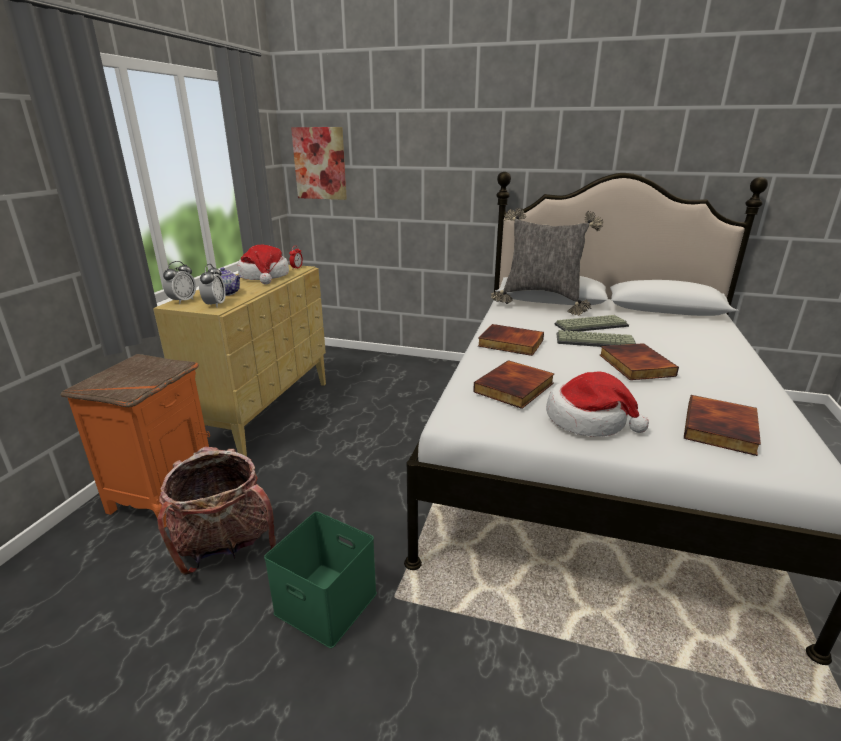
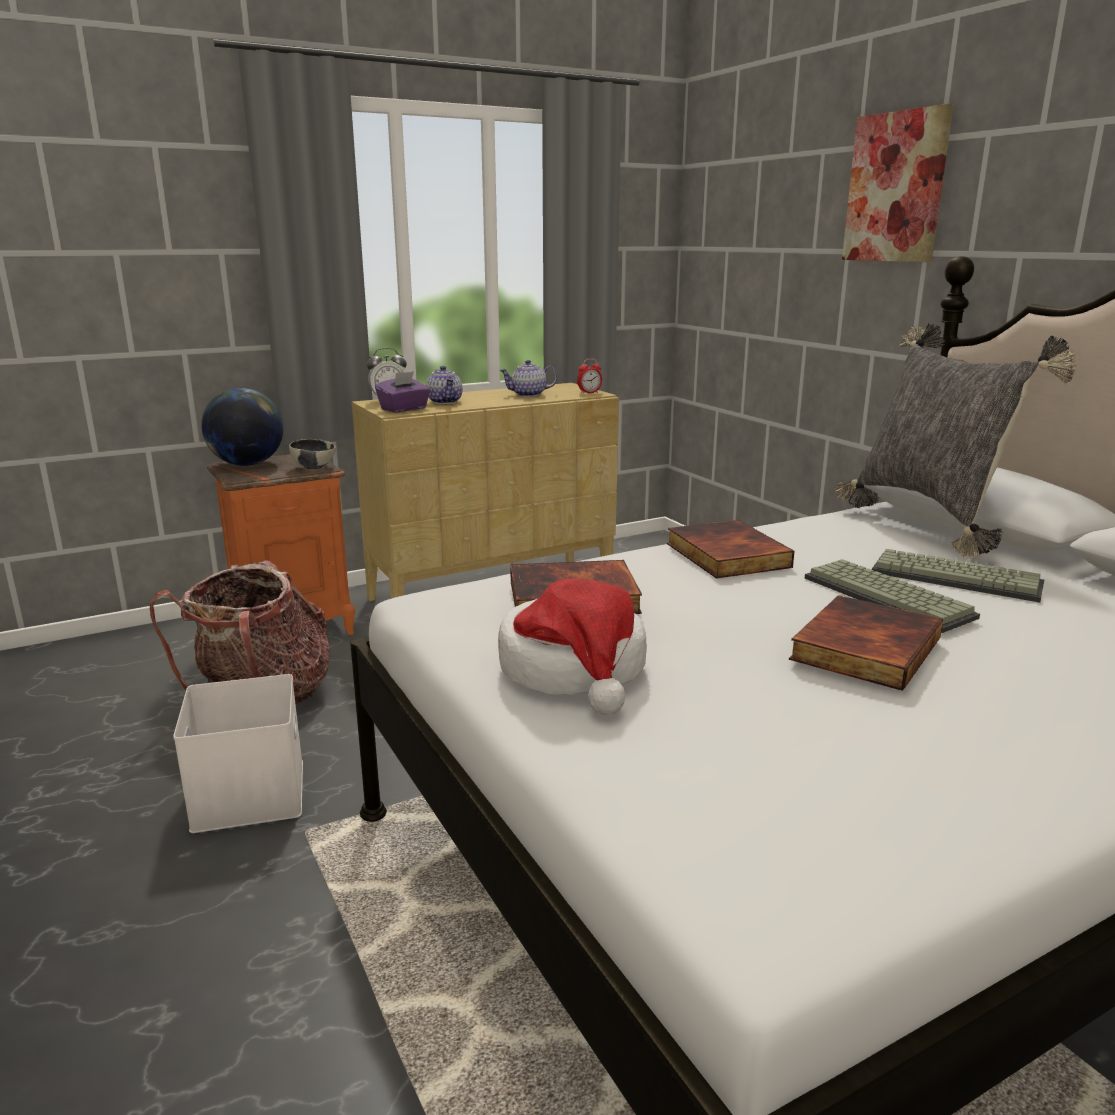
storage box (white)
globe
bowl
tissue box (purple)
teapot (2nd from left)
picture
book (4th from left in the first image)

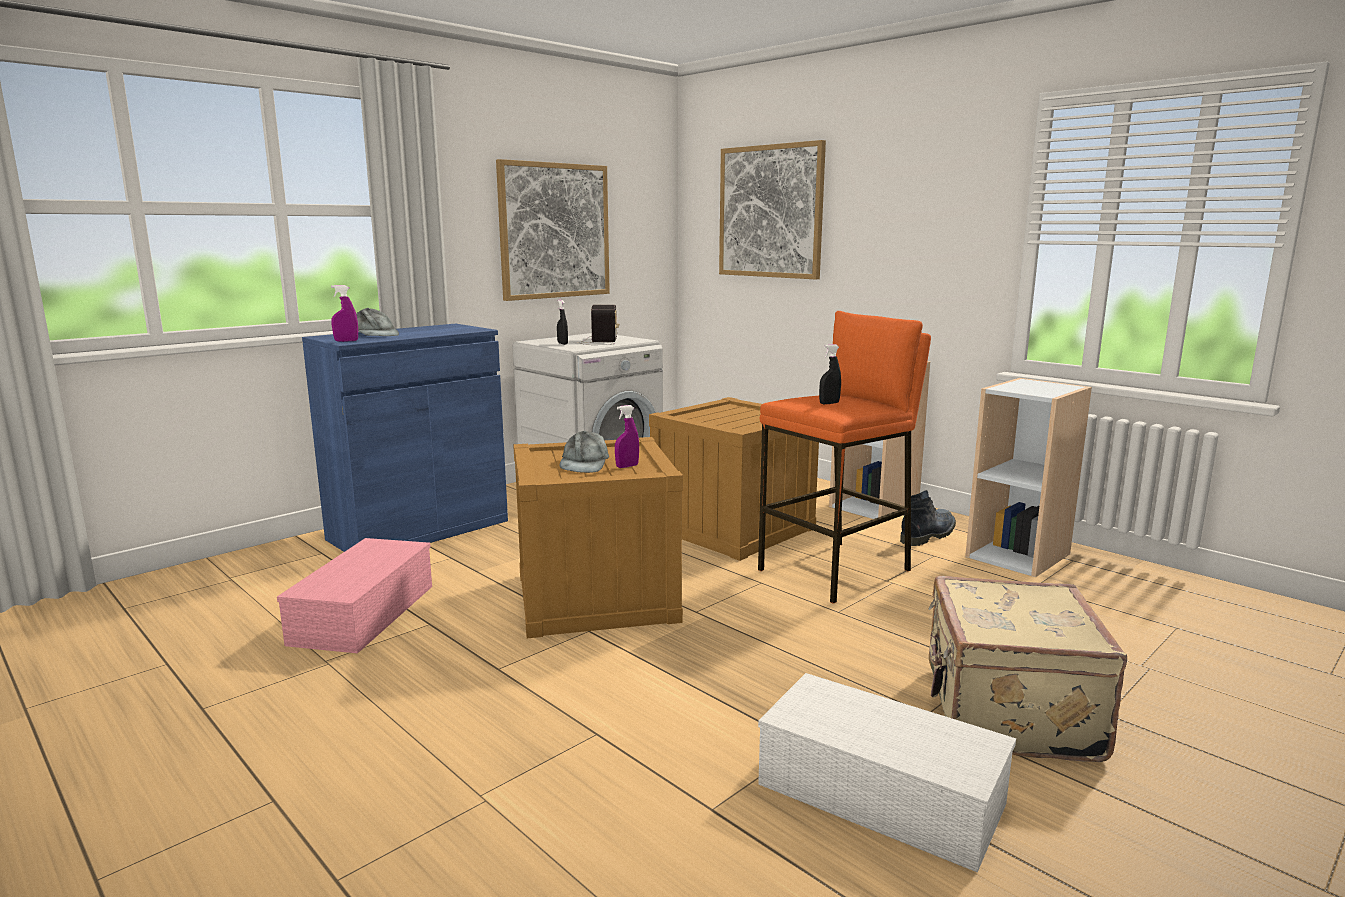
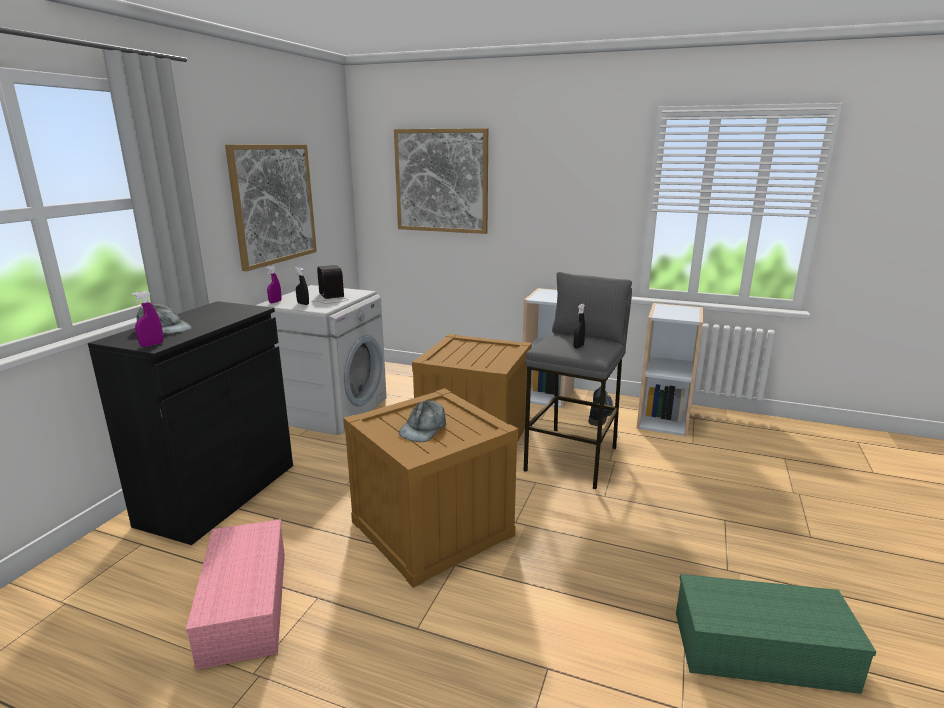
cabinet (black)
spray bottle (purple) (2nd from left)
cap (grey) (2nd from left)
stool (grey)
storage box (green)
suitcase (beige)

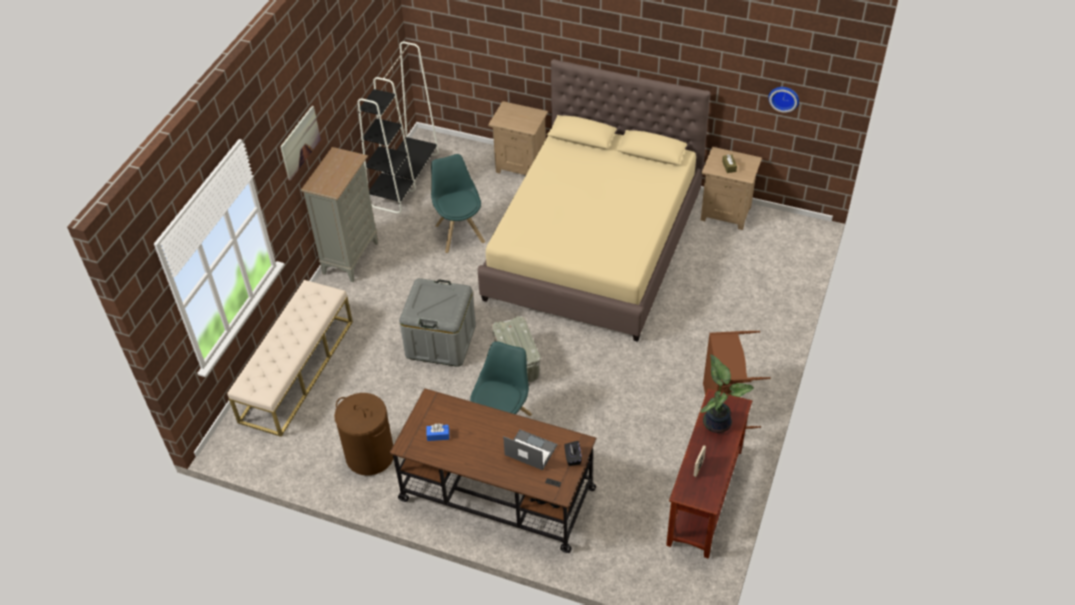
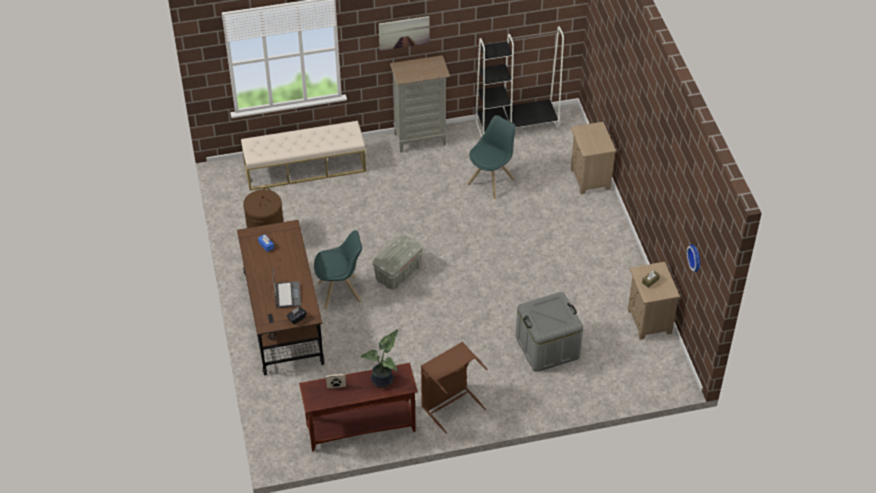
storage box (grey) (2nd from left)
bed (beige)

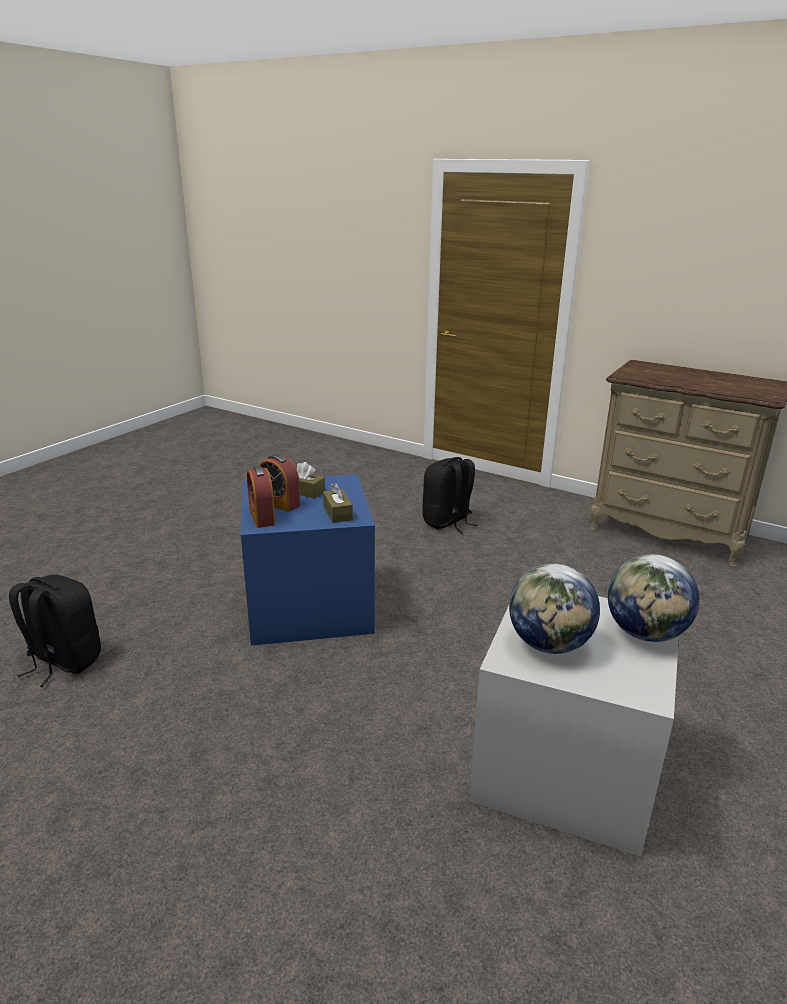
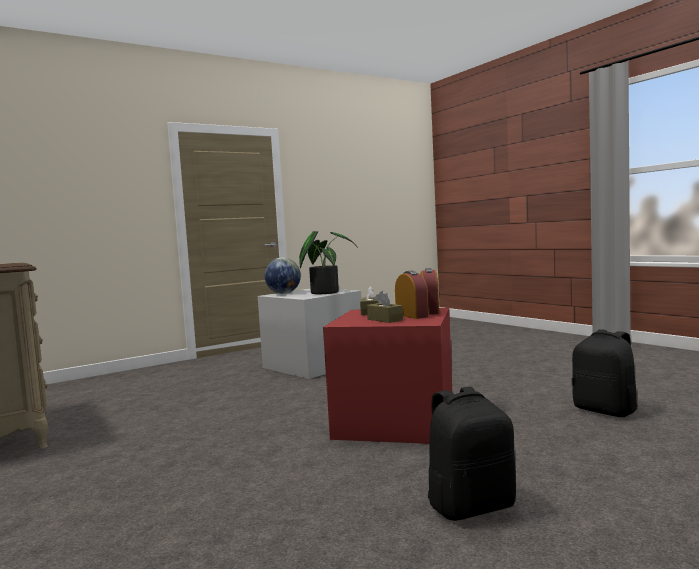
potted plant
storage box (red)
backpack (black) (1st from left)

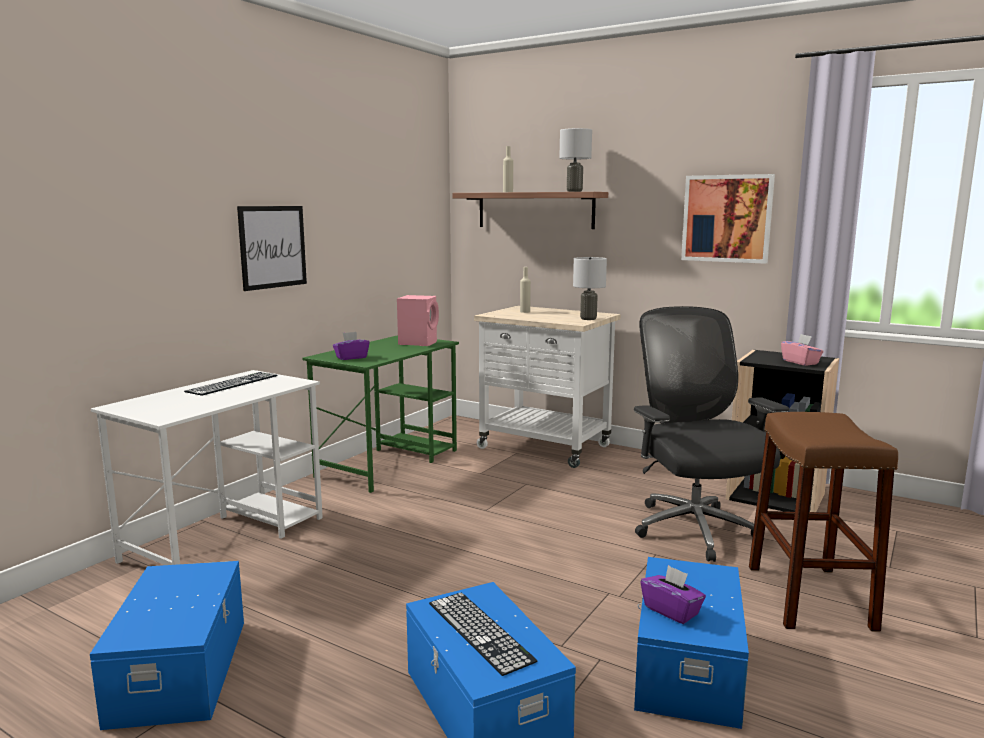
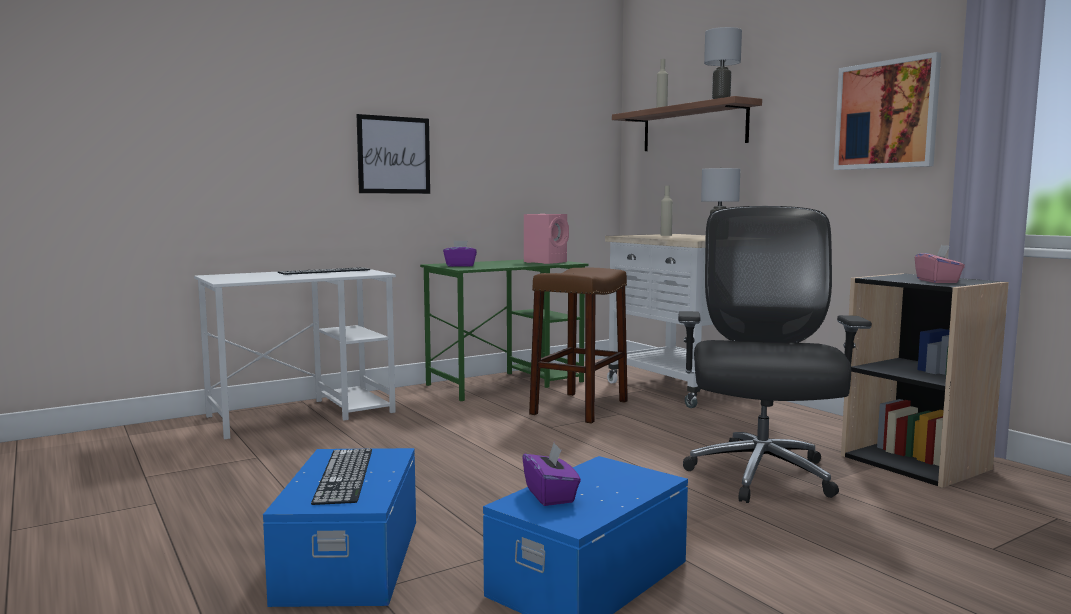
stool (brown)
storage box (blue) (1st from left in the first image)

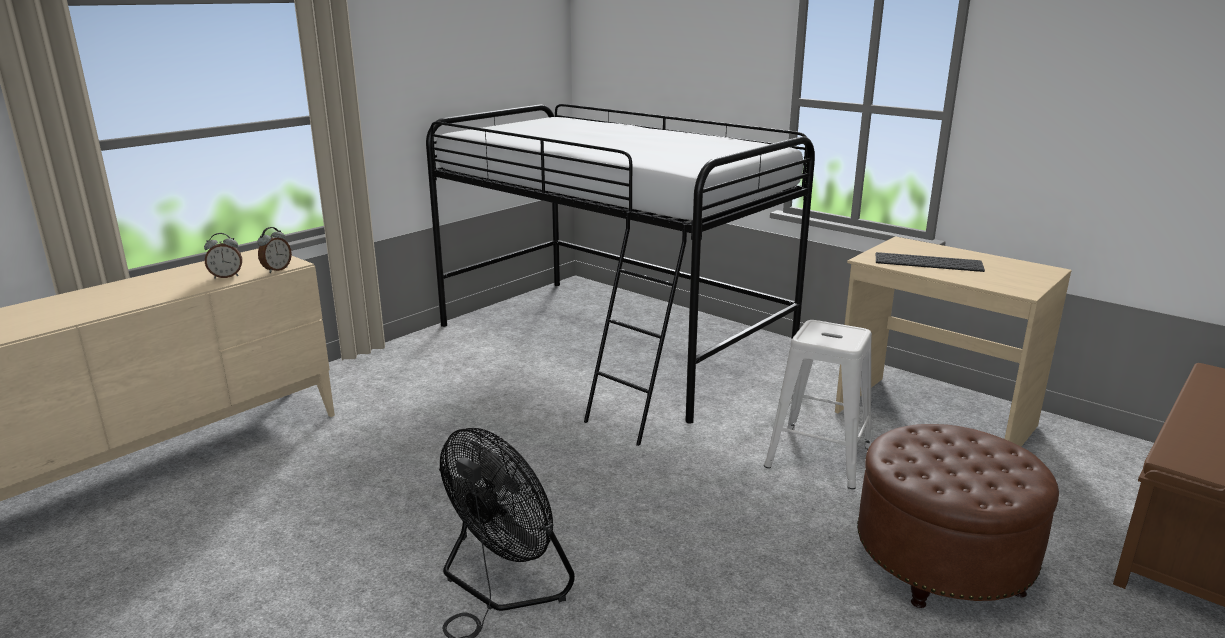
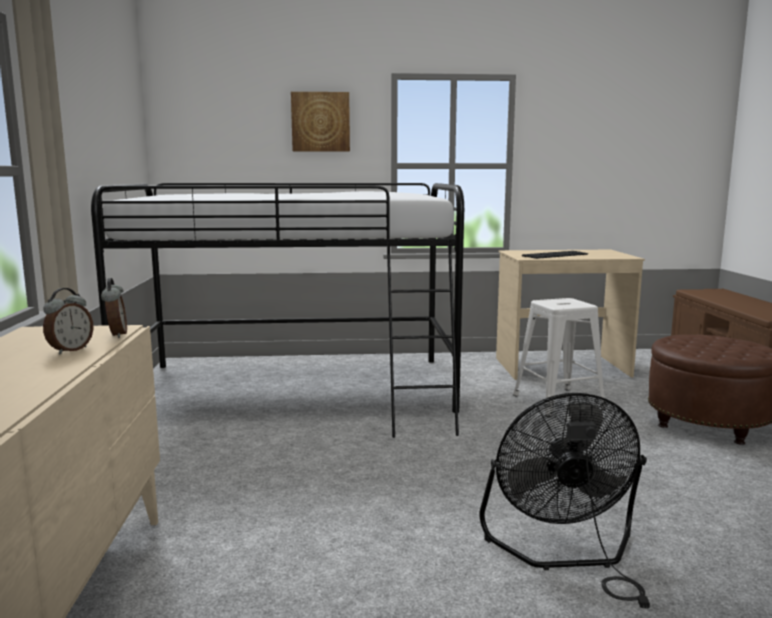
picture

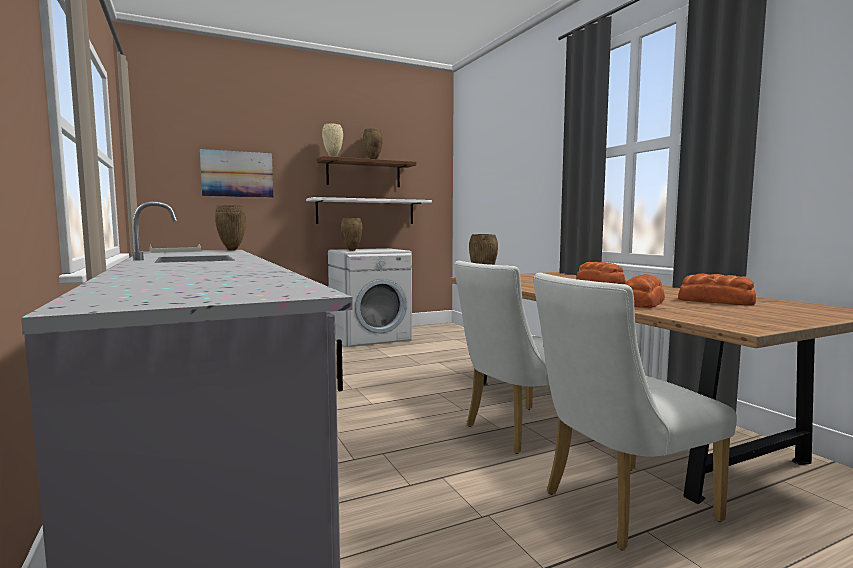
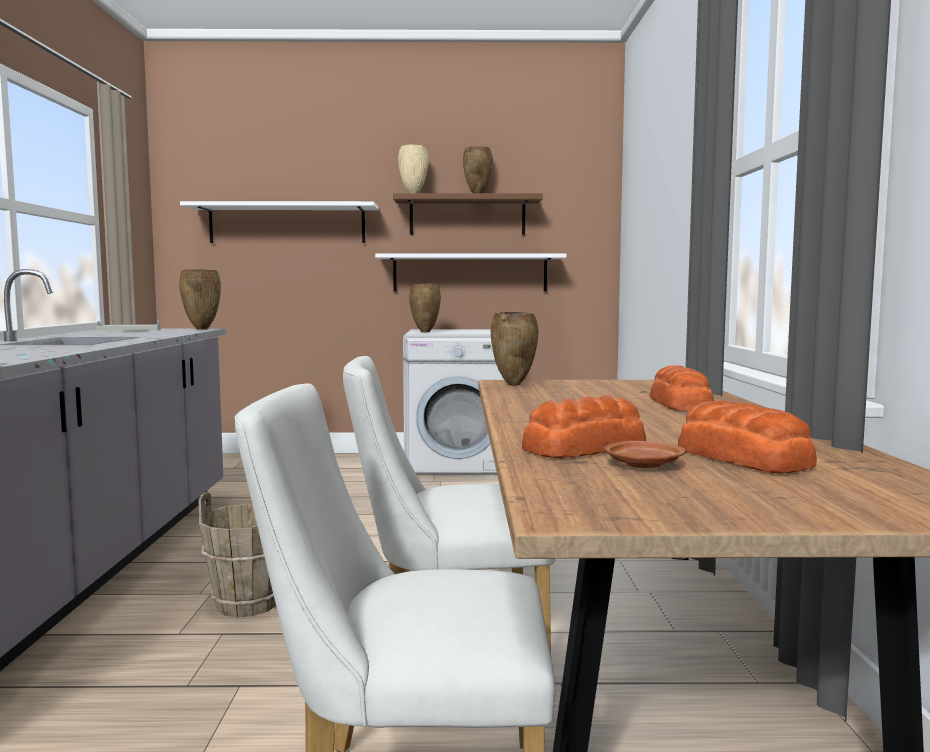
shelf (white) (1st from left)
bucket (brown)
plate (brown)

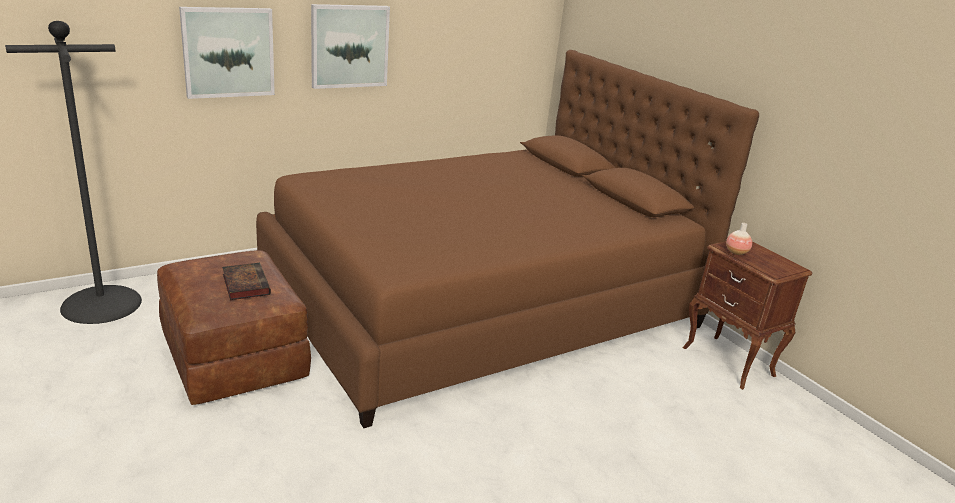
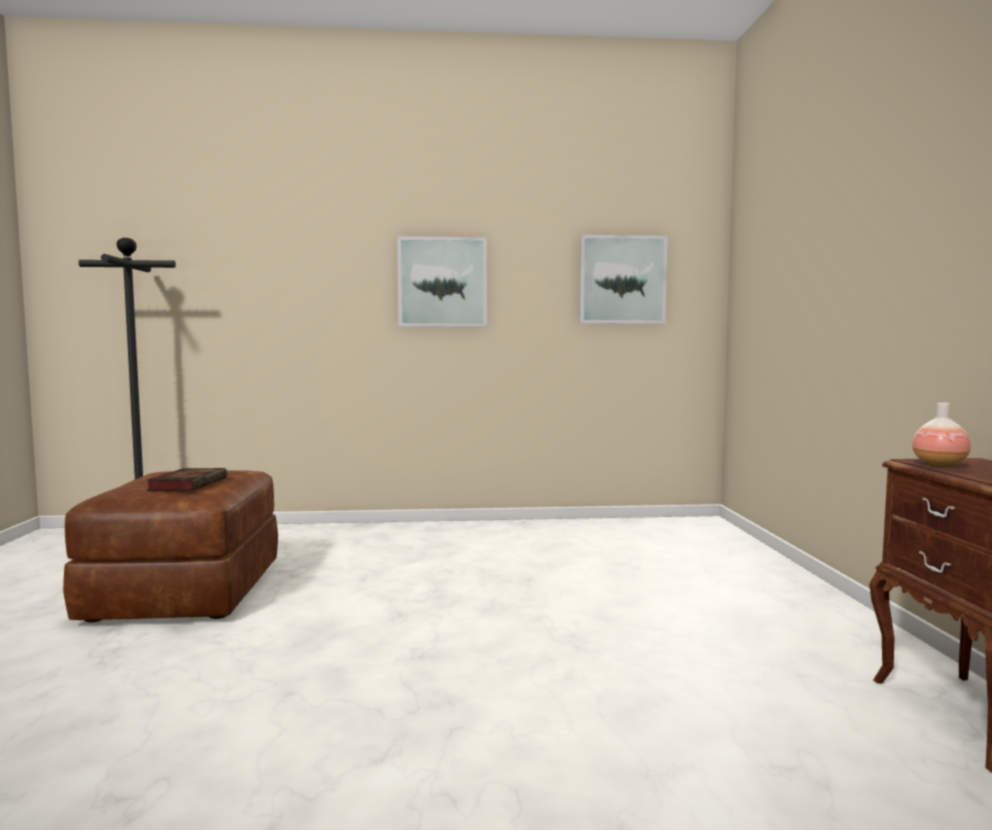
picture (2nd from left)
bed (brown)

